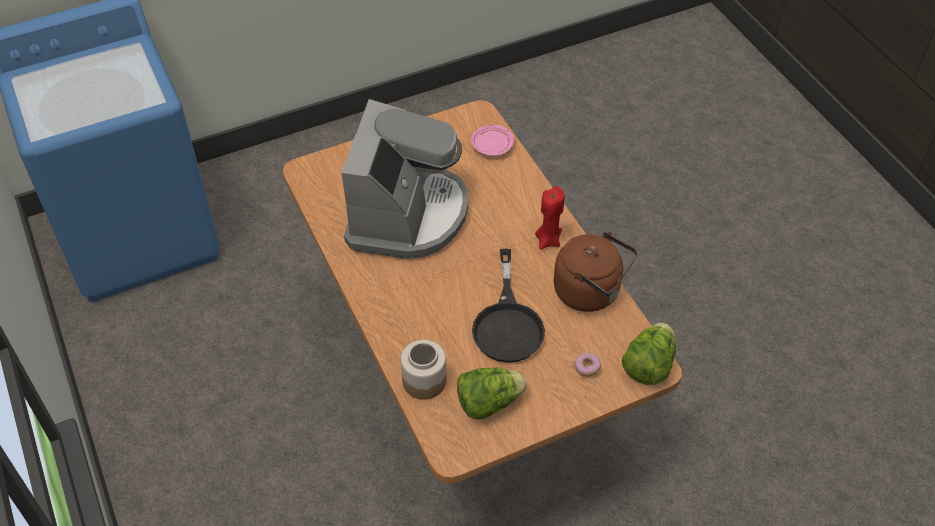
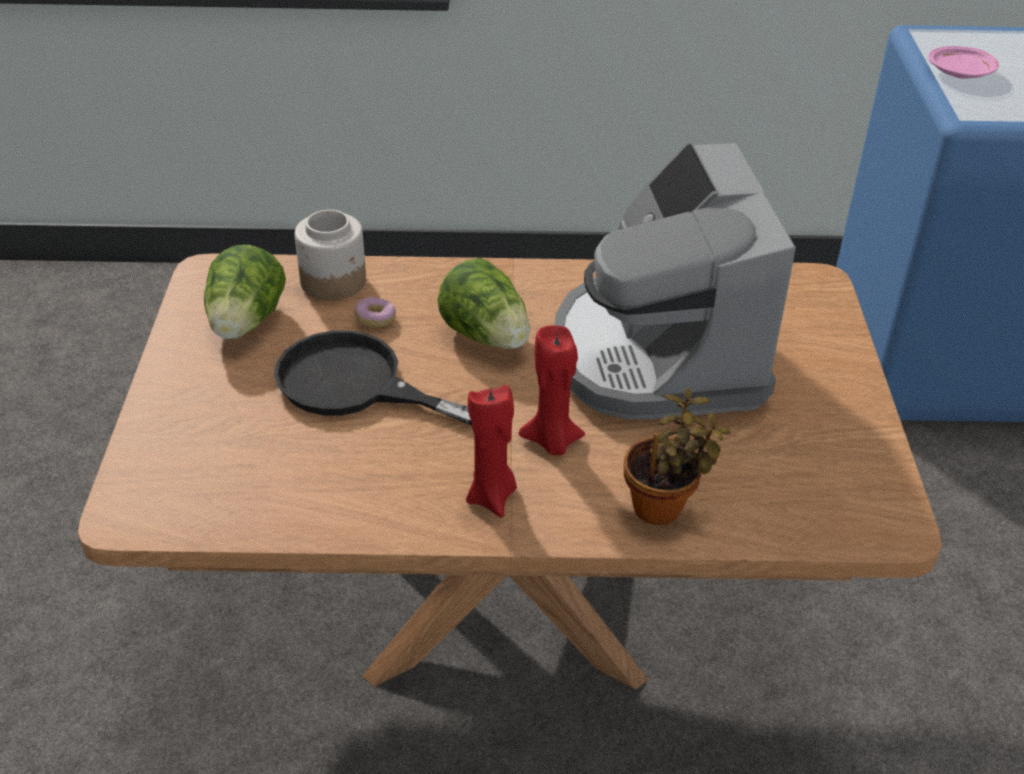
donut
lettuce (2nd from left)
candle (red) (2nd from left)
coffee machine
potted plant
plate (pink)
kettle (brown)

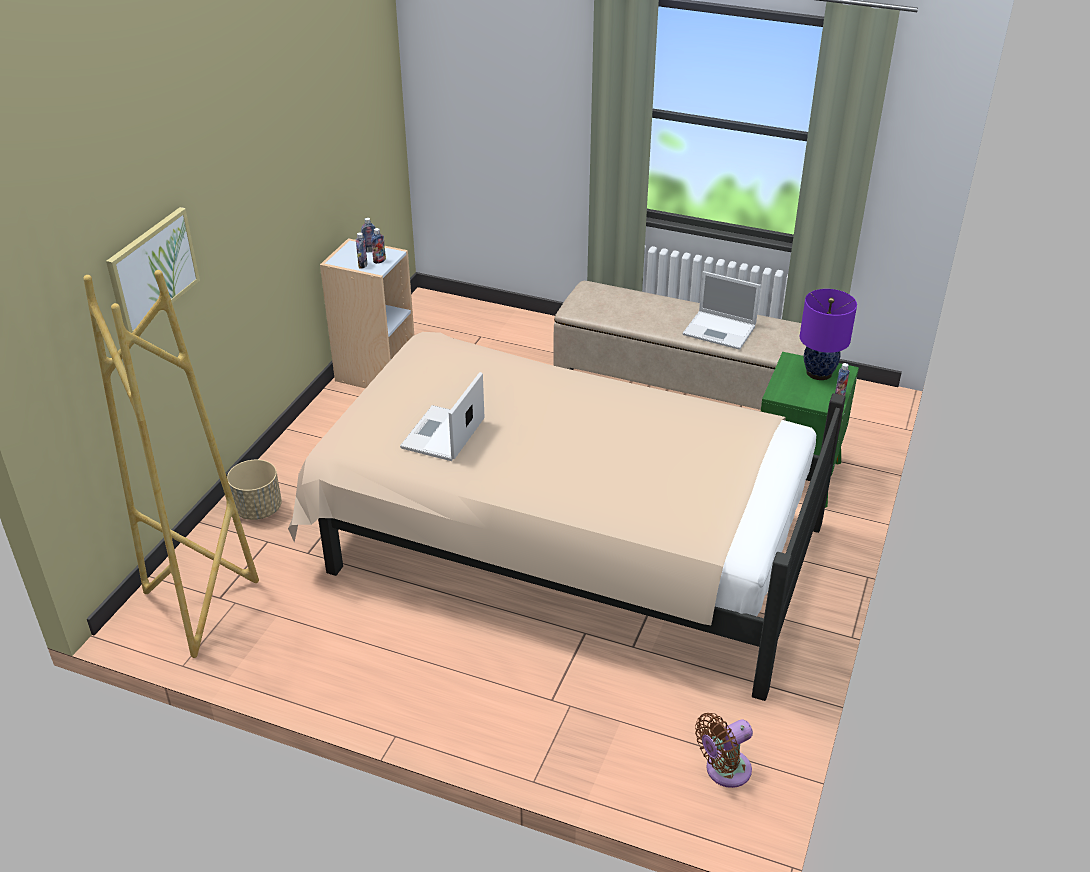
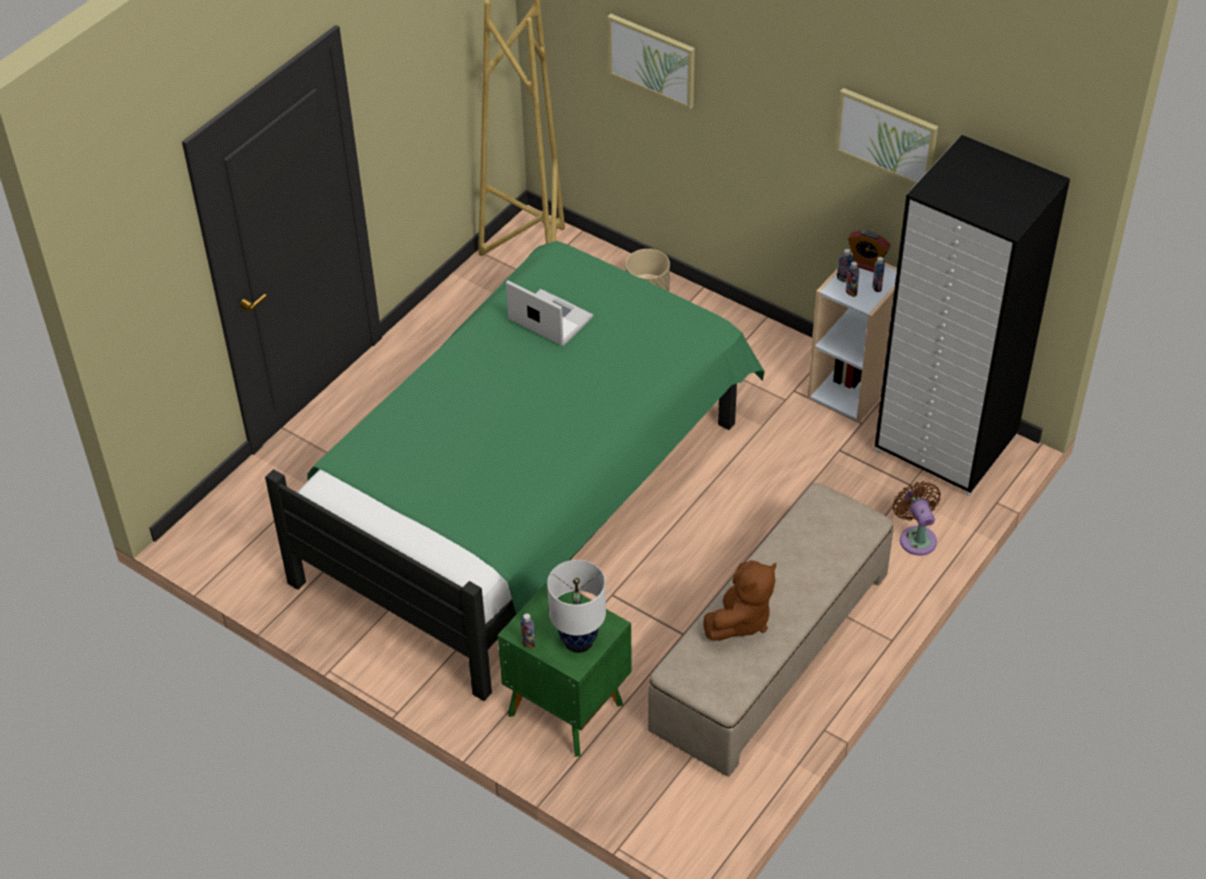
bed (green)
table lamp (white)
plush toy (brown)
picture (2nd from left)
alarm clock
wardrobe
fan (brown)

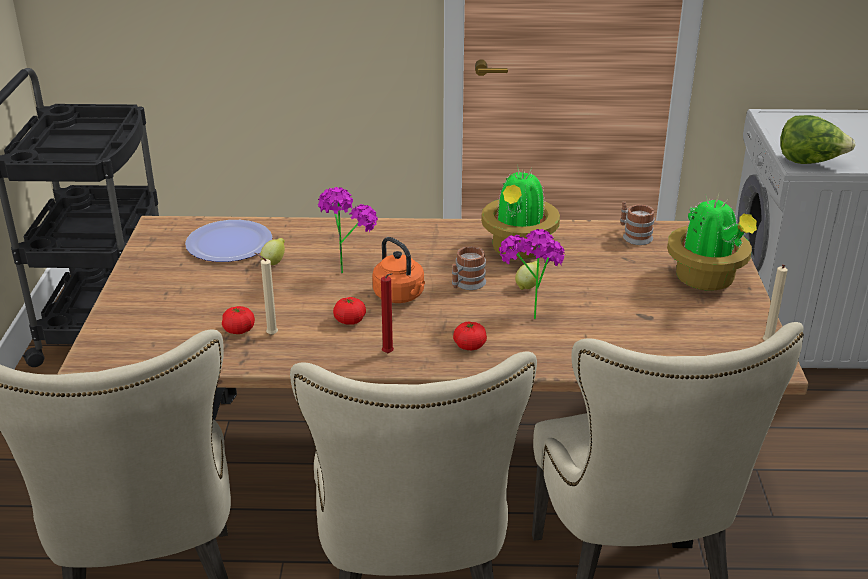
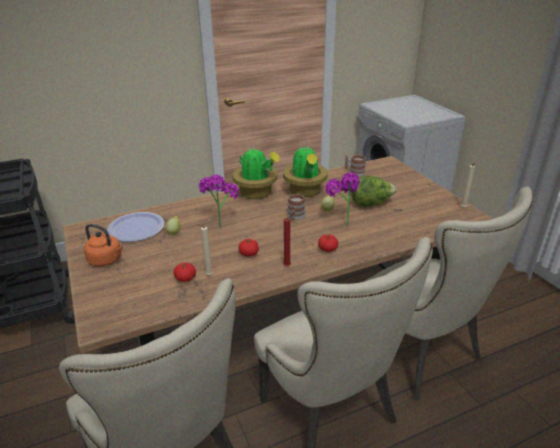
kettle (orange)
potted plant (2nd from left)
lettuce

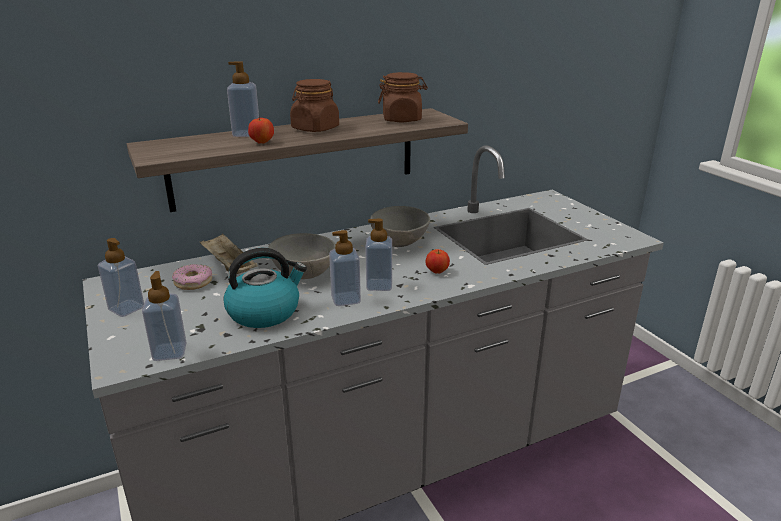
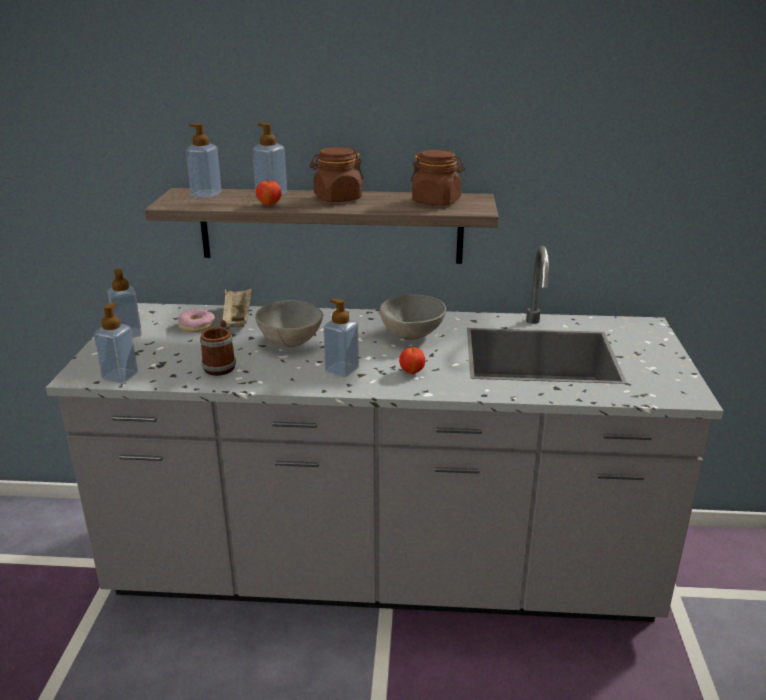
soap dispenser (3rd from left)
mug

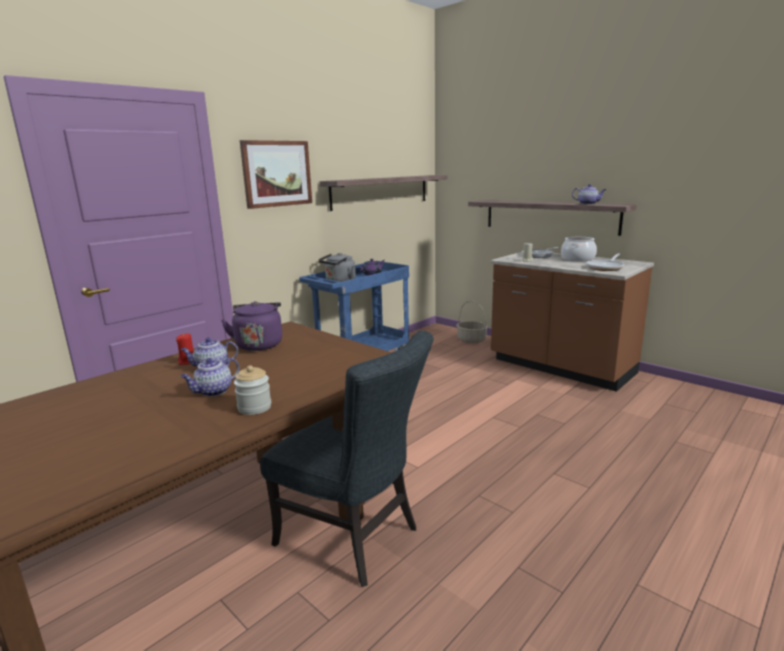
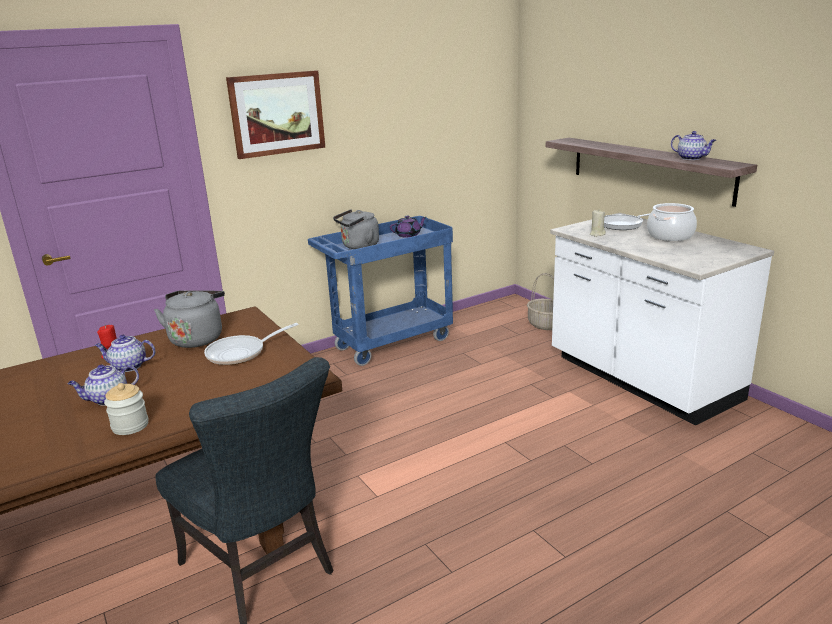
kettle (grey) (1st from left)
frying pan (1st from left)
counter (white)
shelf (1st from left in the first image)

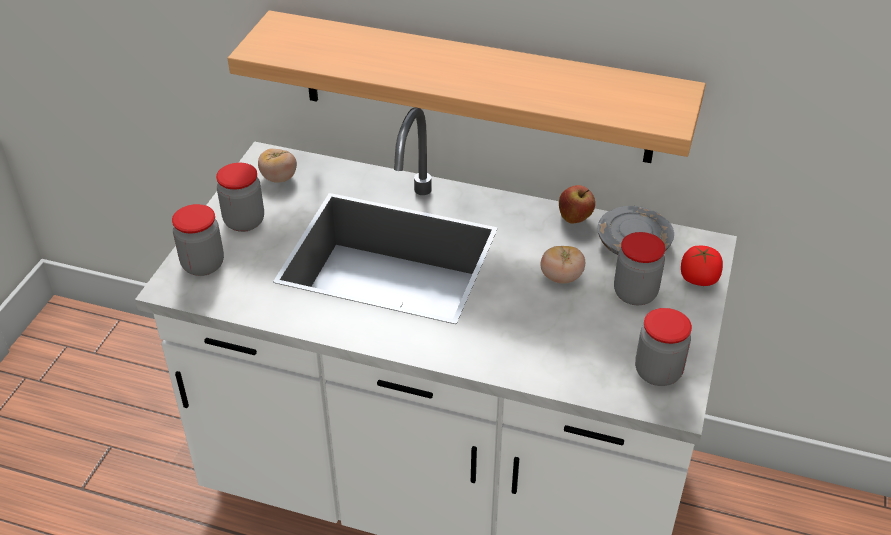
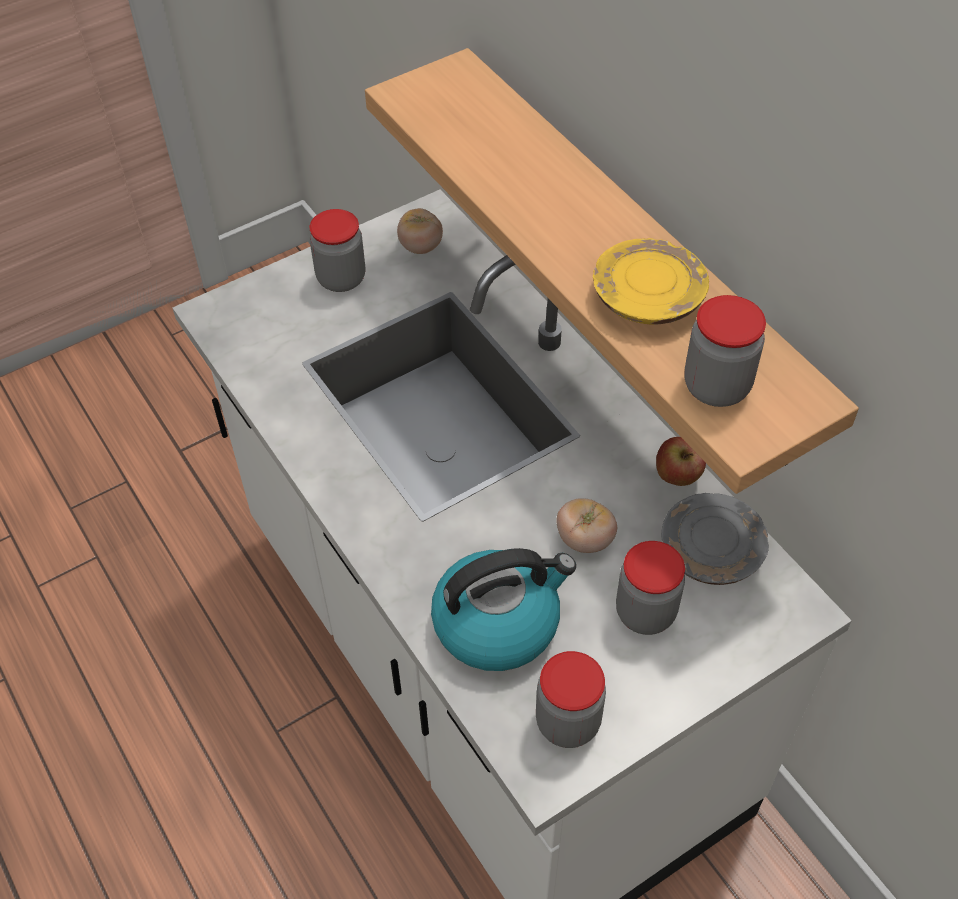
kettle
plate (yellow)
jar (4th from left)
tomato (3rd from left in the first image)

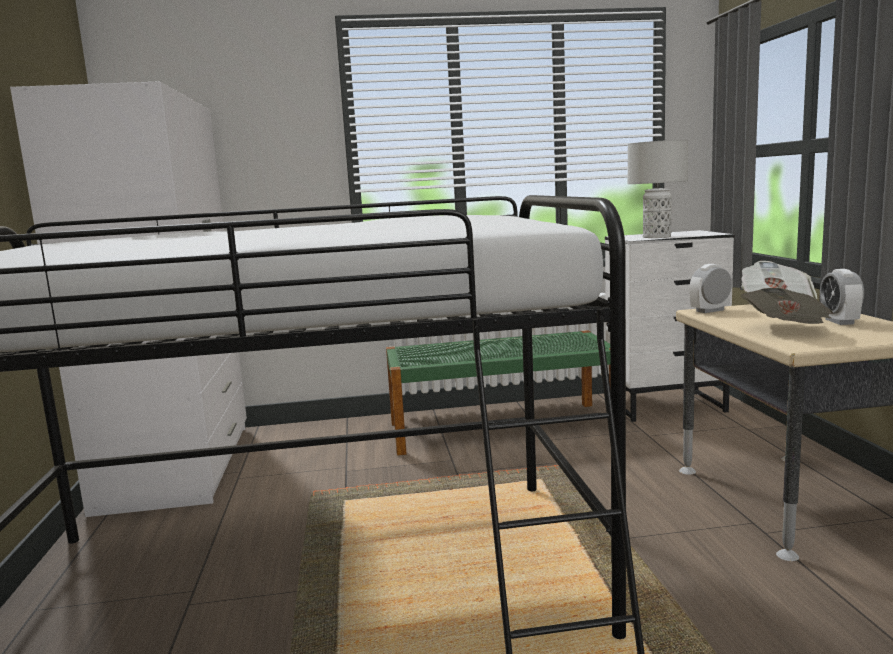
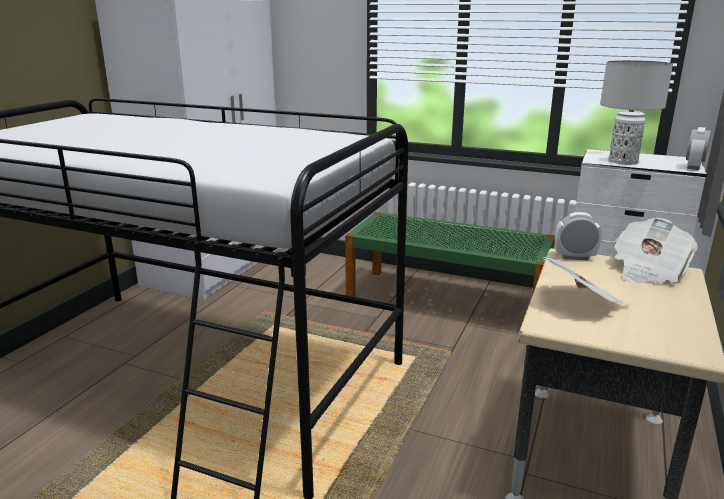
alarm clock (2nd from left)

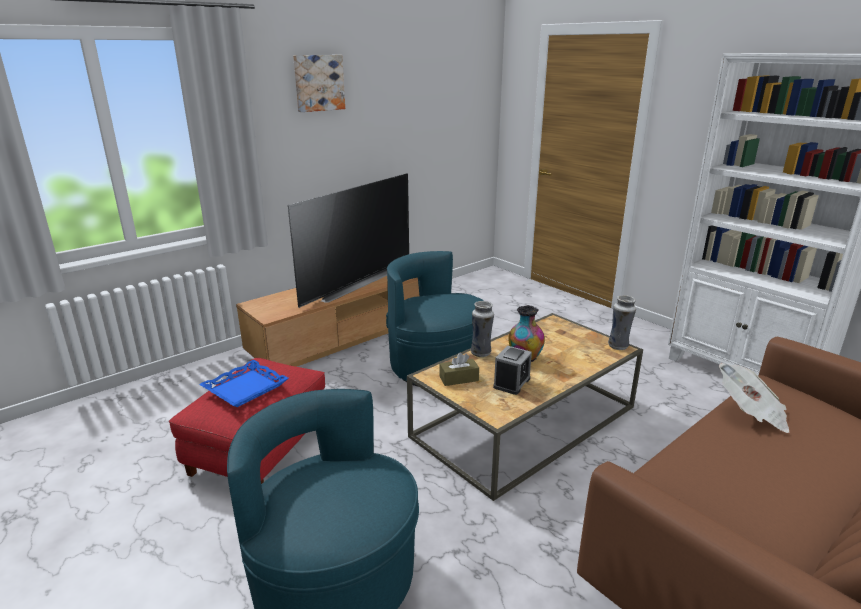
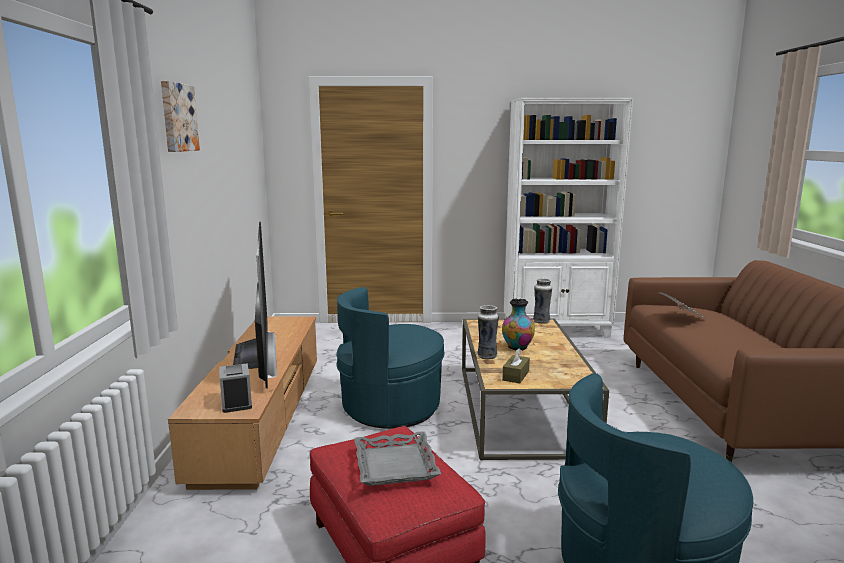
alarm clock
tray (grey)

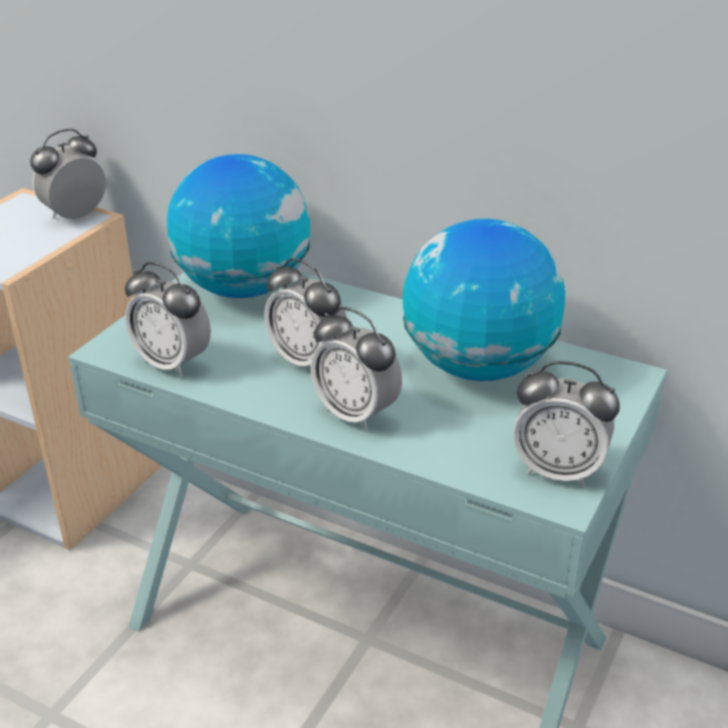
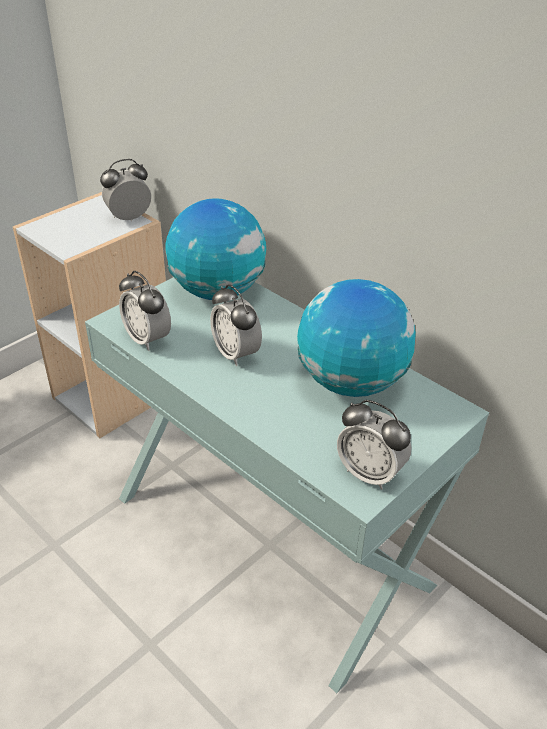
alarm clock (4th from left in the first image)

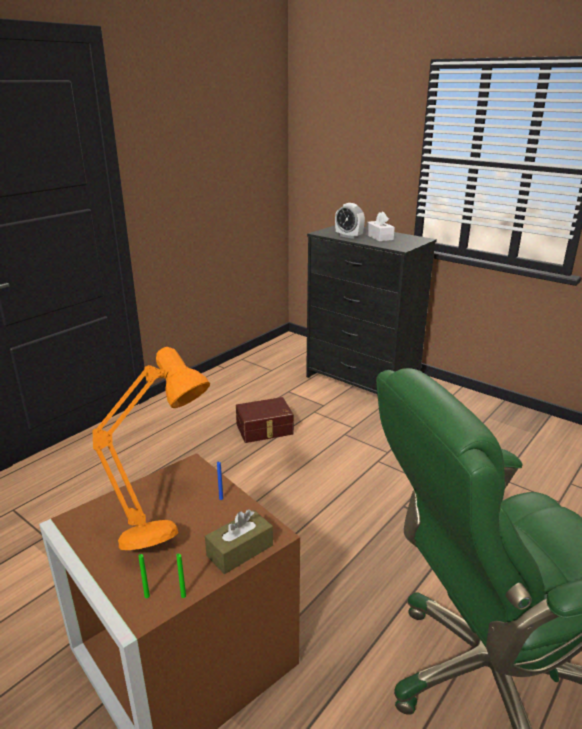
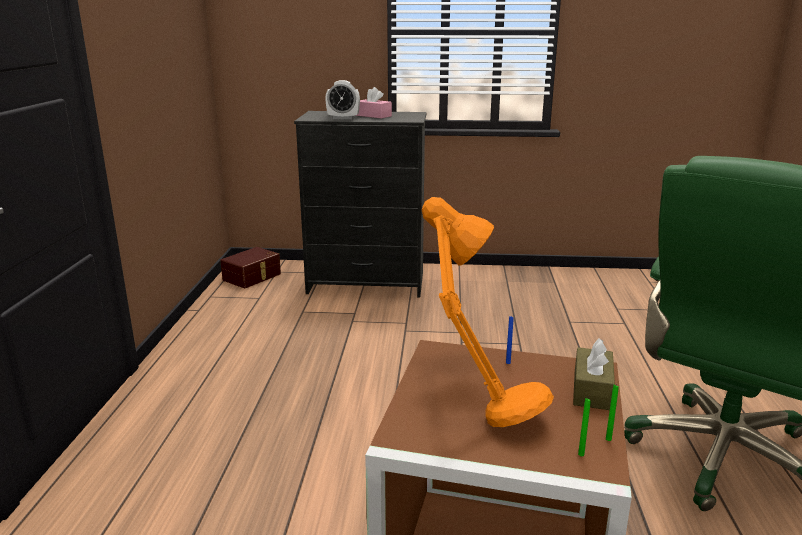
storage box (brown) (1st from left)
tissue box (pink)

